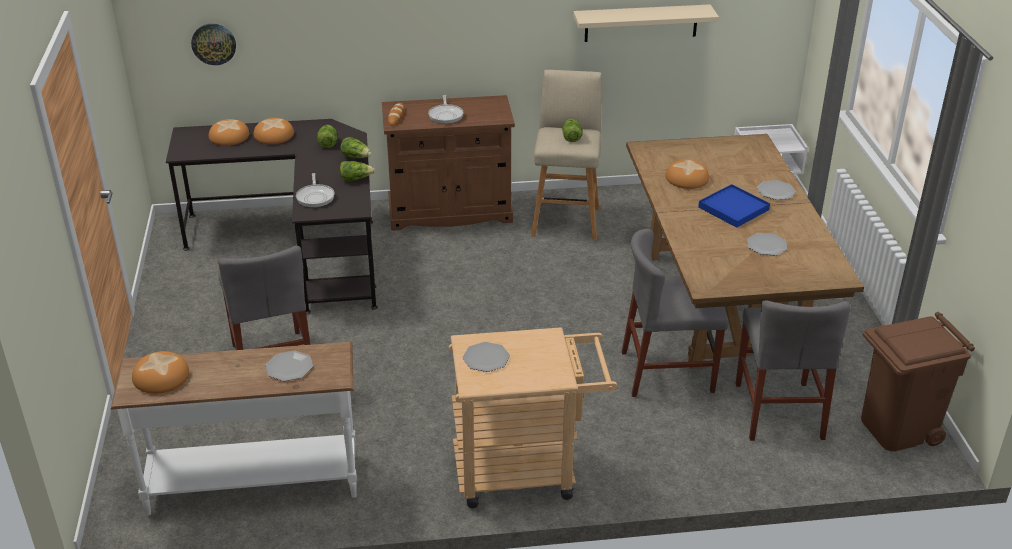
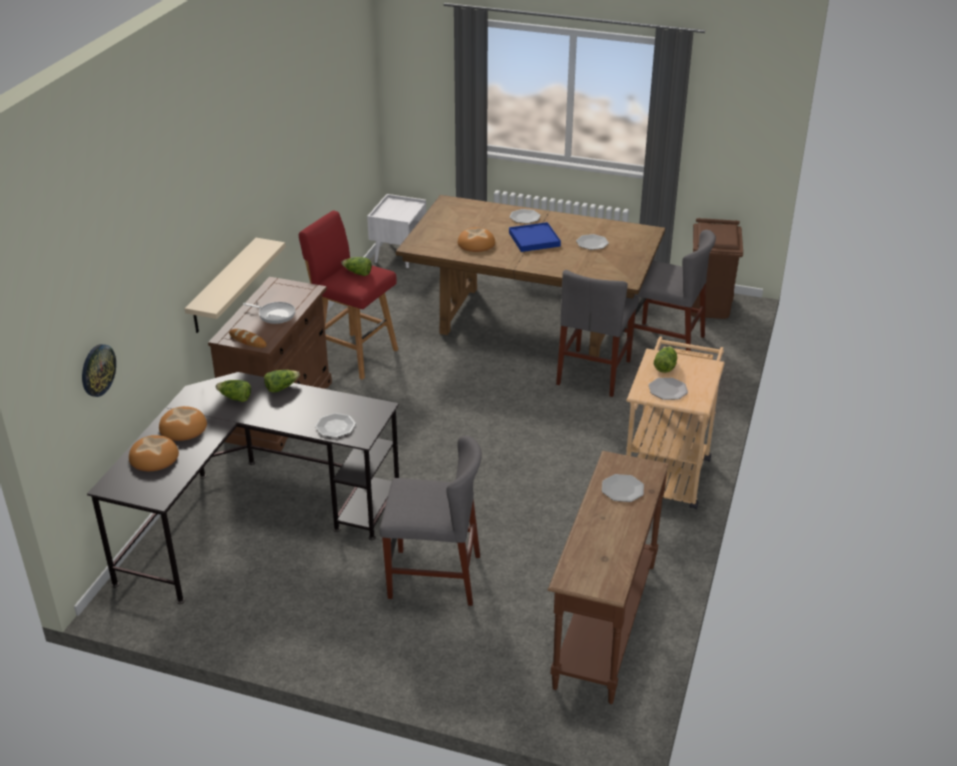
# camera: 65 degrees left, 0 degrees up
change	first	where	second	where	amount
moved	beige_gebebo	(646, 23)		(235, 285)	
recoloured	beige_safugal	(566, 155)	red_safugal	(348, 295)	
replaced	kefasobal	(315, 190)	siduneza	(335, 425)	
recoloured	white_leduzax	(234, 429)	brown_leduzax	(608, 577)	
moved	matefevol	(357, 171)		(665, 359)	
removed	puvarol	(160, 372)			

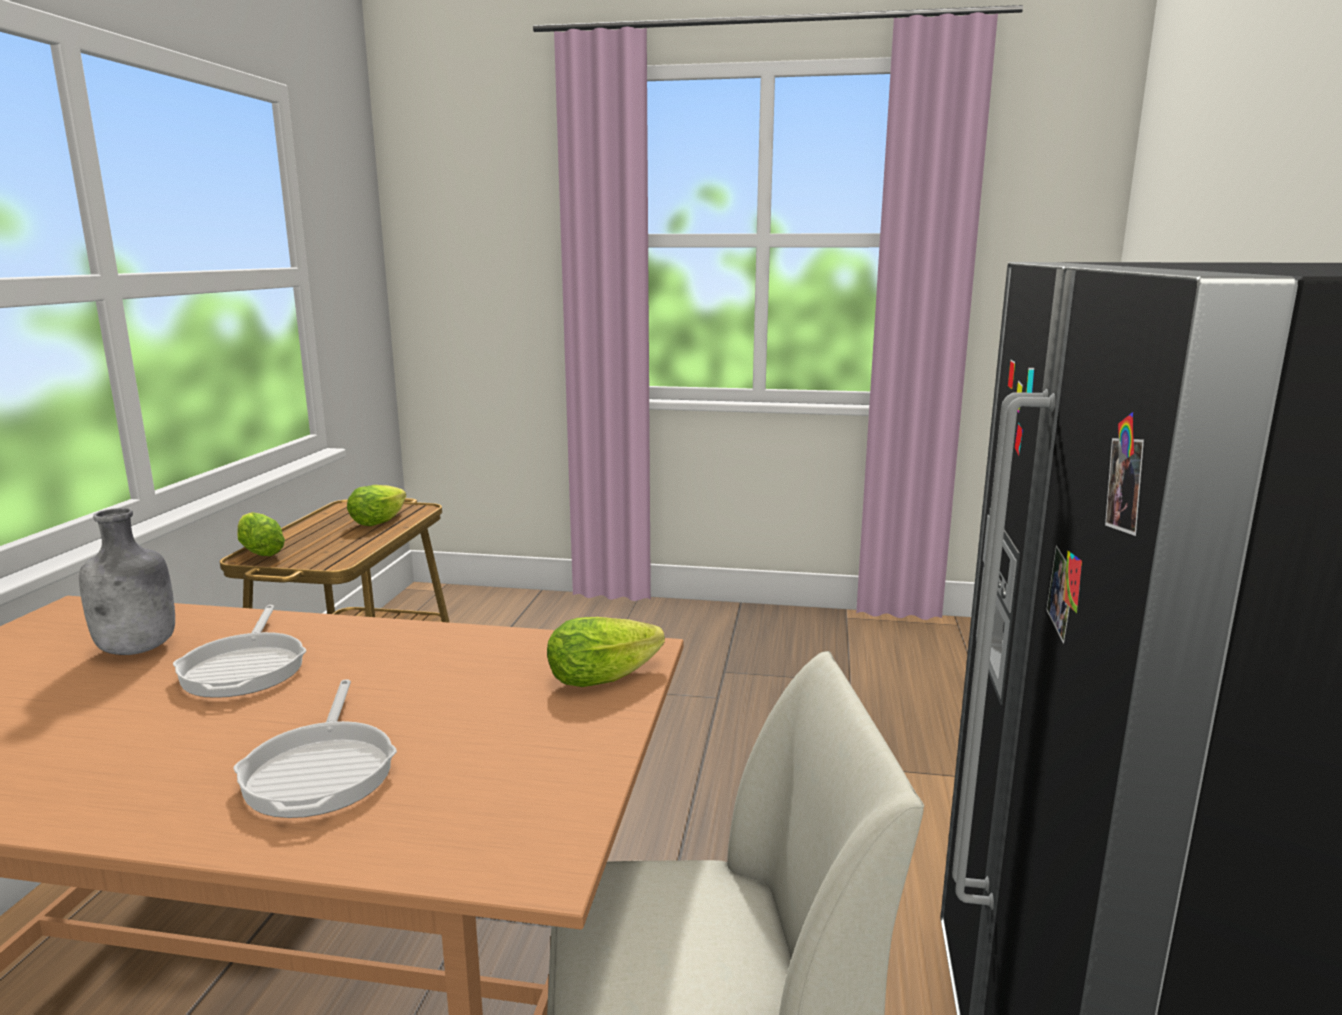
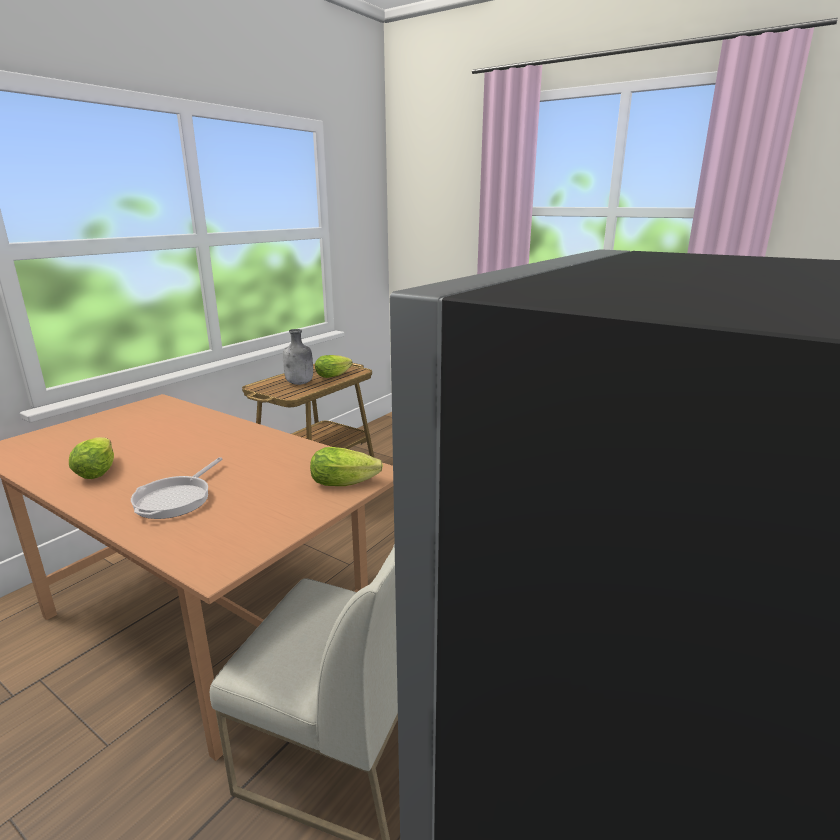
# camera: 25 degrees right, 5 degrees up
change	first	where	second	where	amount
moved	matefevol	(261, 534)		(91, 458)	
moved	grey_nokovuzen	(127, 581)		(298, 357)	
removed	kefasobal	(239, 651)			

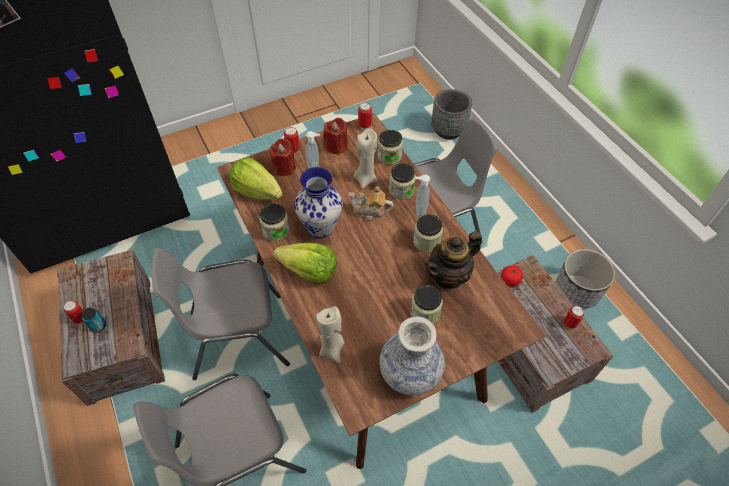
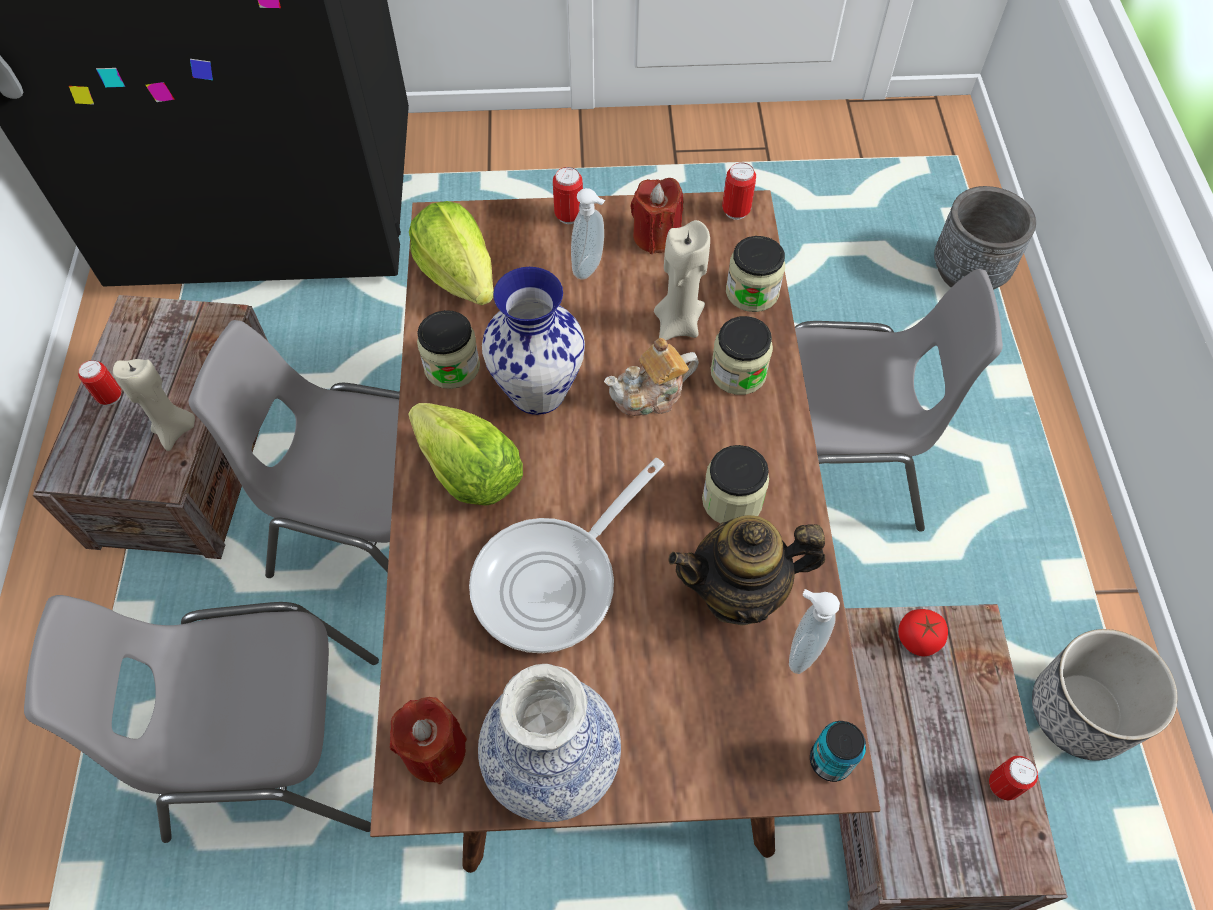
# camera: 25 degrees right, 5 degrees up
change	first	where	second	where	amount
moved	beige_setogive	(330, 335)		(154, 405)	
moved	red_setogive	(282, 157)		(428, 740)	
added			kefasobal	(566, 555)	
turned	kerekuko	(371, 204)		(651, 377)	60 degrees counterclockwise
moved	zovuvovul	(422, 196)		(814, 631)	
moved	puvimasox	(94, 320)		(838, 751)	
removed	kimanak	(426, 304)			

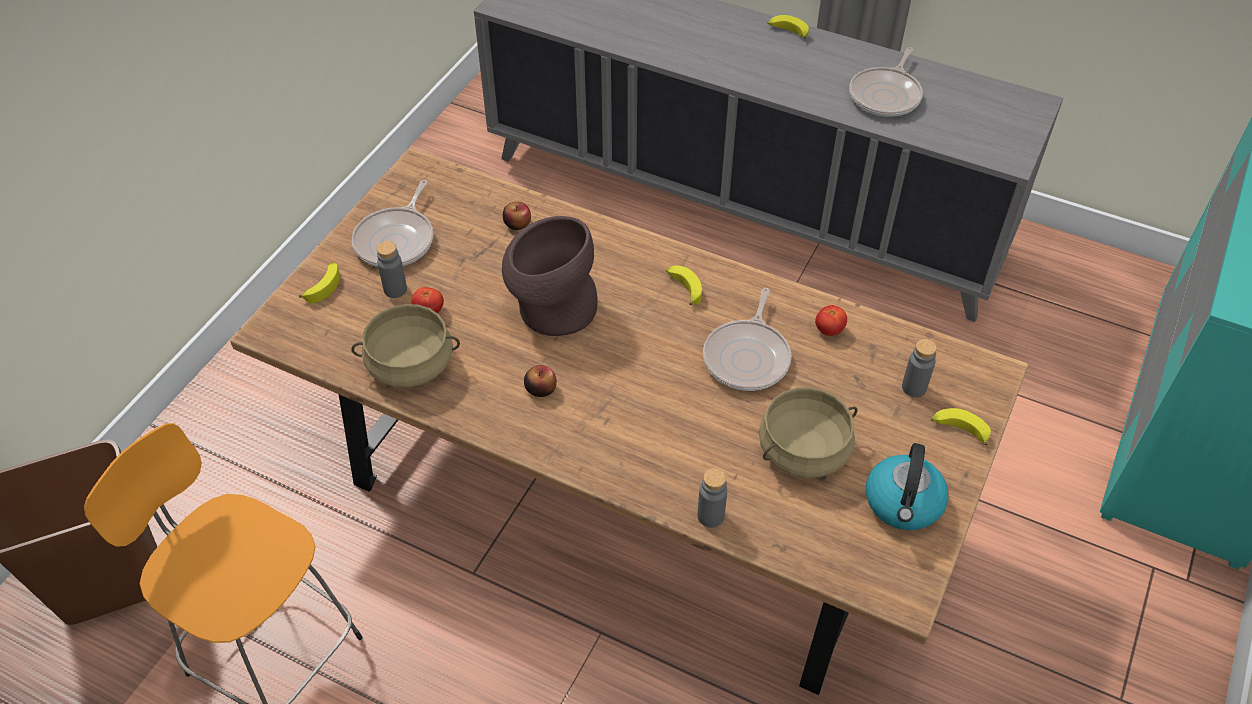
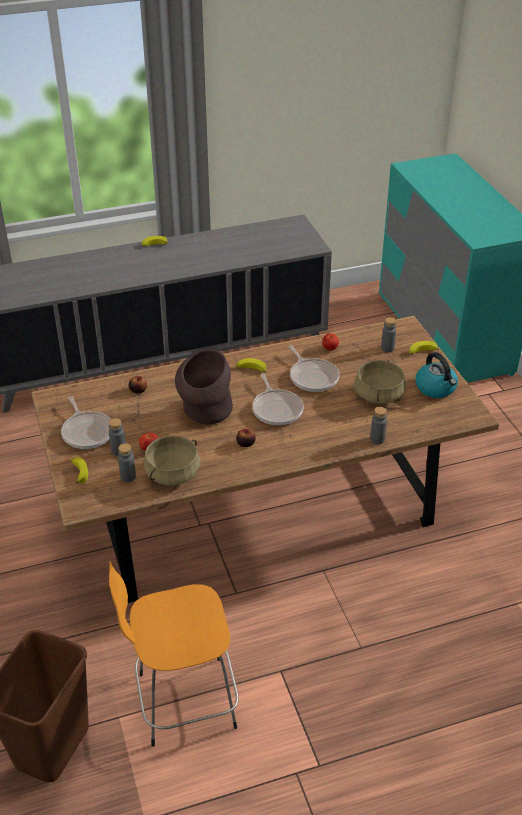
# camera: 45 degrees left, 10 degrees down
change	first	where	second	where	amount
added			grey_nokovuzen	(127, 462)	
moved	kefasobal	(886, 82)		(278, 399)	

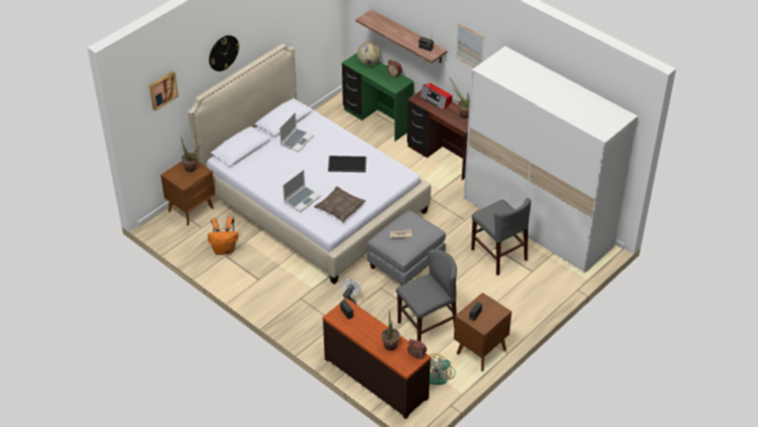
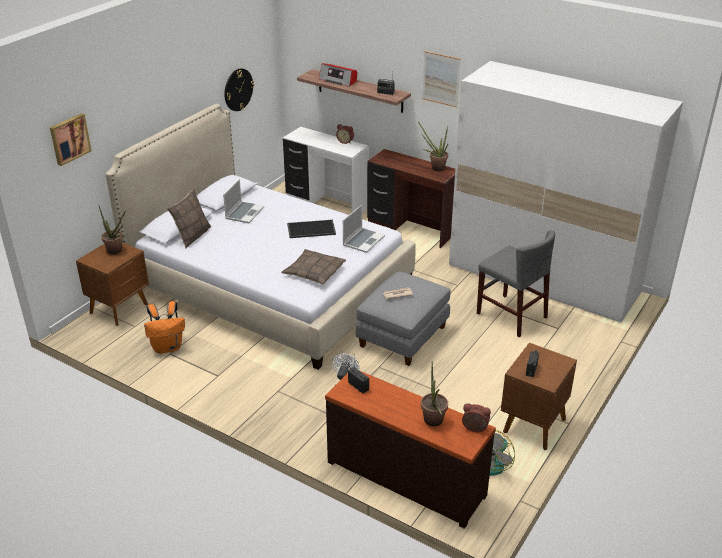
# camera: 10 degrees left, 10 degrees down
change	first	where	second	where	amount
added			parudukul	(189, 218)	
moved	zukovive	(224, 53)		(239, 89)	
recoloured	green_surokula	(378, 96)	white_surokula	(326, 170)	
moved	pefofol	(436, 96)		(338, 75)	
moved	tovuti	(302, 190)		(364, 229)	
removed	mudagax	(369, 53)			
removed	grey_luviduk	(426, 295)			

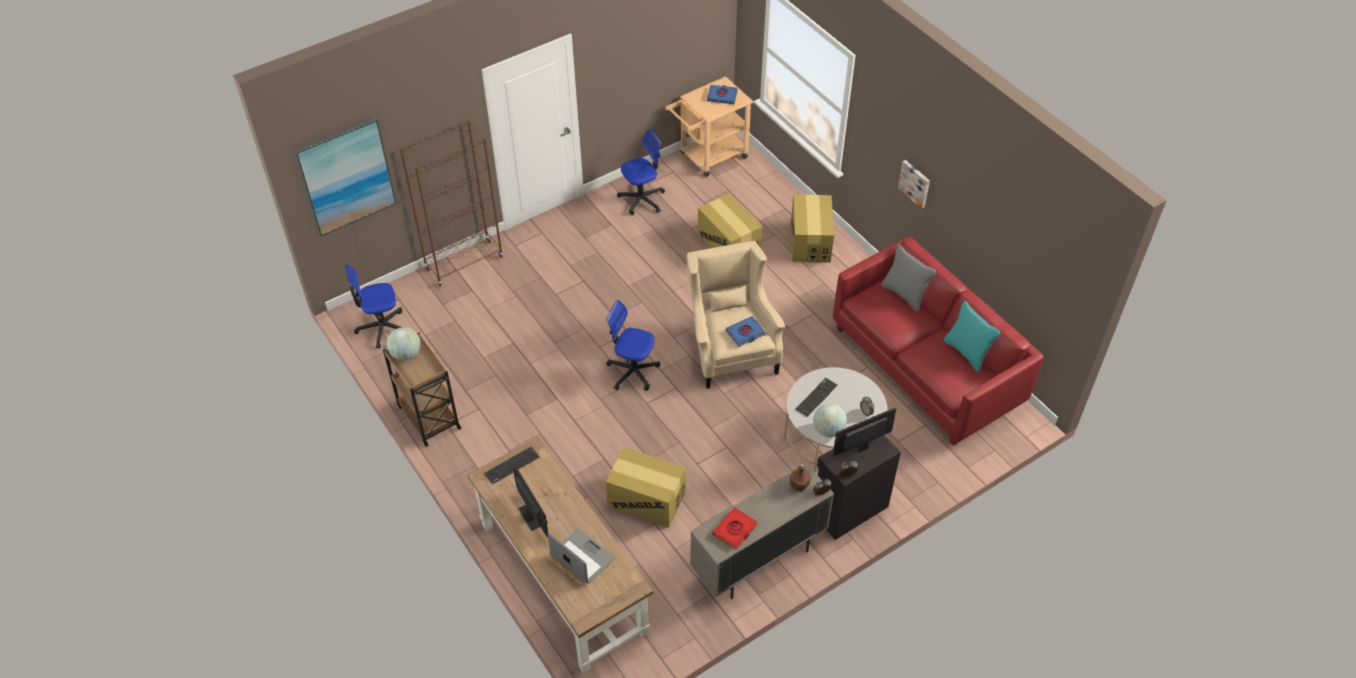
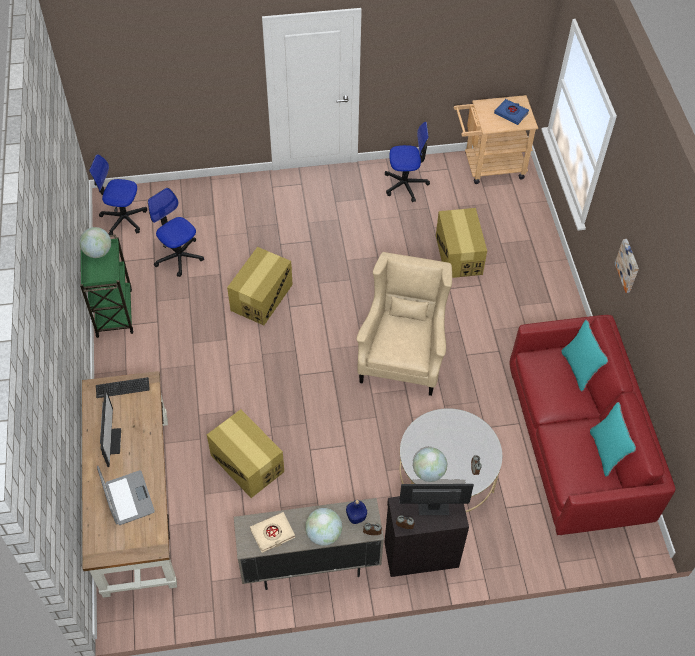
# camera: 25 degrees right, 5 degrees up
change	first	where	second	where	amount
recoloured	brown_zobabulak	(422, 390)	green_zobabulak	(107, 286)	
moved	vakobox	(633, 345)		(176, 232)	
moved	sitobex	(812, 228)		(260, 286)	
recoloured	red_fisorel	(735, 528)	beige_fisorel	(272, 532)	
added			mudagax	(323, 527)	
recoloured	brown_nokovuzen	(800, 478)	blue_nokovuzen	(356, 512)	
recoloured	grey_parudukul	(908, 278)	turquoise_parudukul	(584, 355)	
removed	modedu	(345, 177)			
removed	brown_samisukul	(451, 203)			
removed	blue_fisorel	(745, 331)			
removed	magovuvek	(817, 397)			

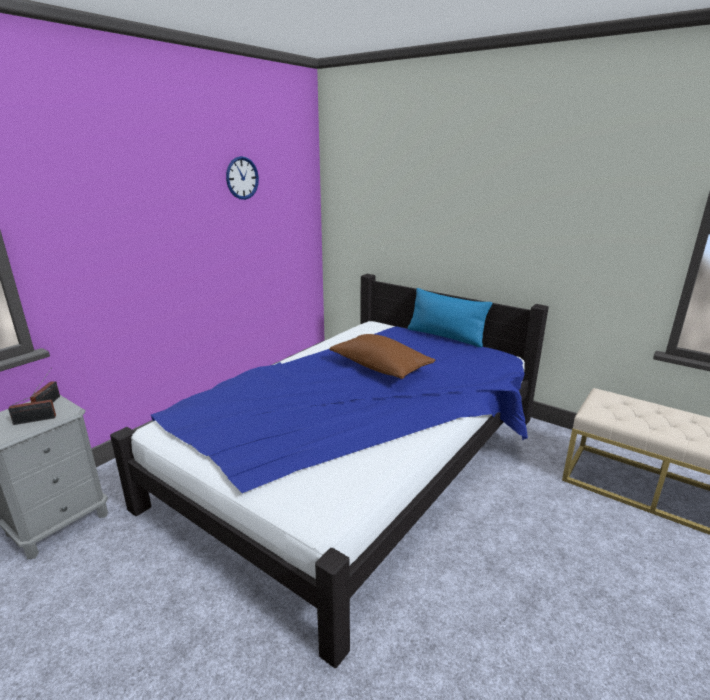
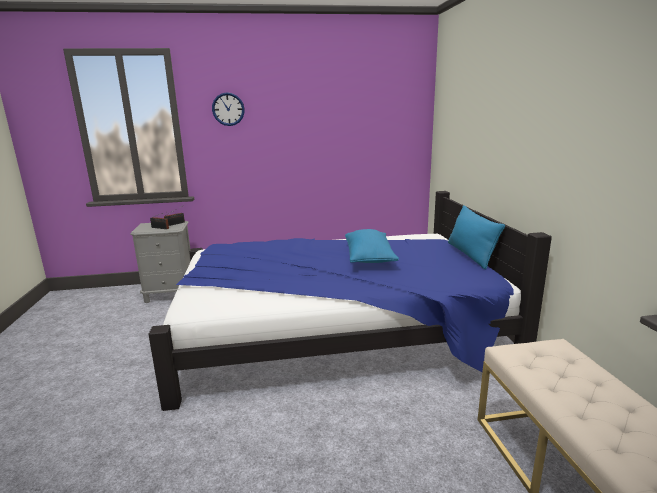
# camera: 45 degrees right, 5 degrees down
change	first	where	second	where	amount
moved	zukovive	(242, 178)		(228, 109)	
recoloured	brown_parudukul	(382, 356)	blue_parudukul	(372, 246)	

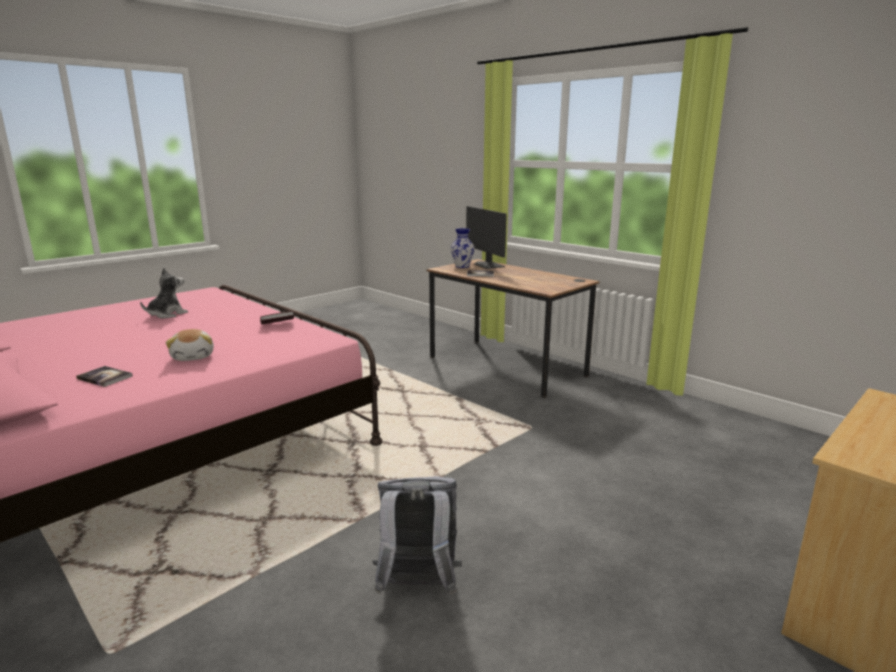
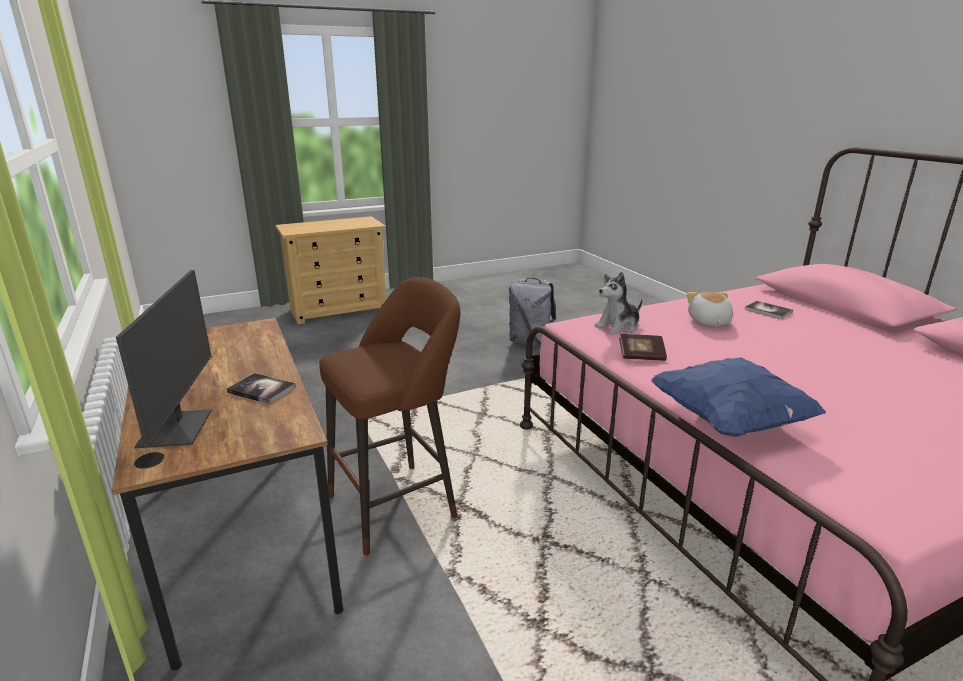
# camera: 160 degrees left, 5 degrees up
change	first	where	second	where	amount
added			brown_safugal	(389, 416)	
moved	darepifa	(164, 293)		(618, 303)	
added			blue_parudukul	(738, 397)	
removed	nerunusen	(462, 248)			

